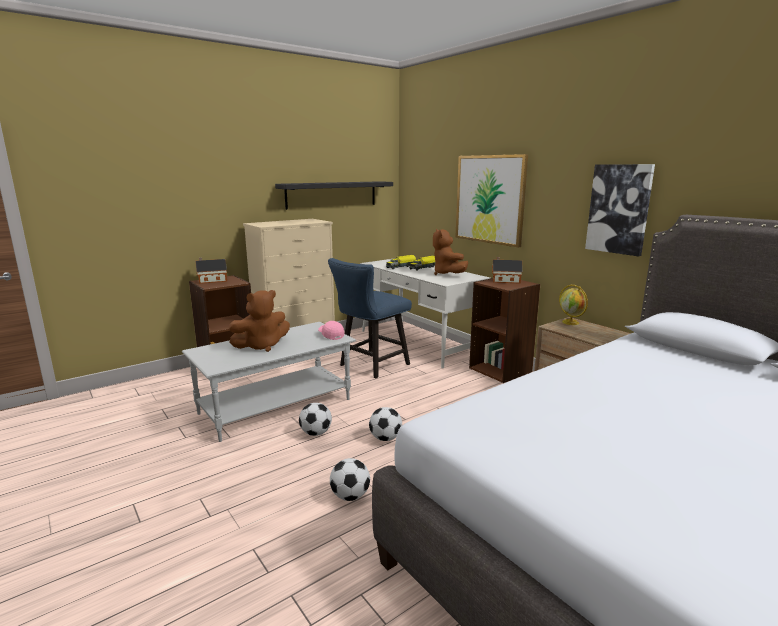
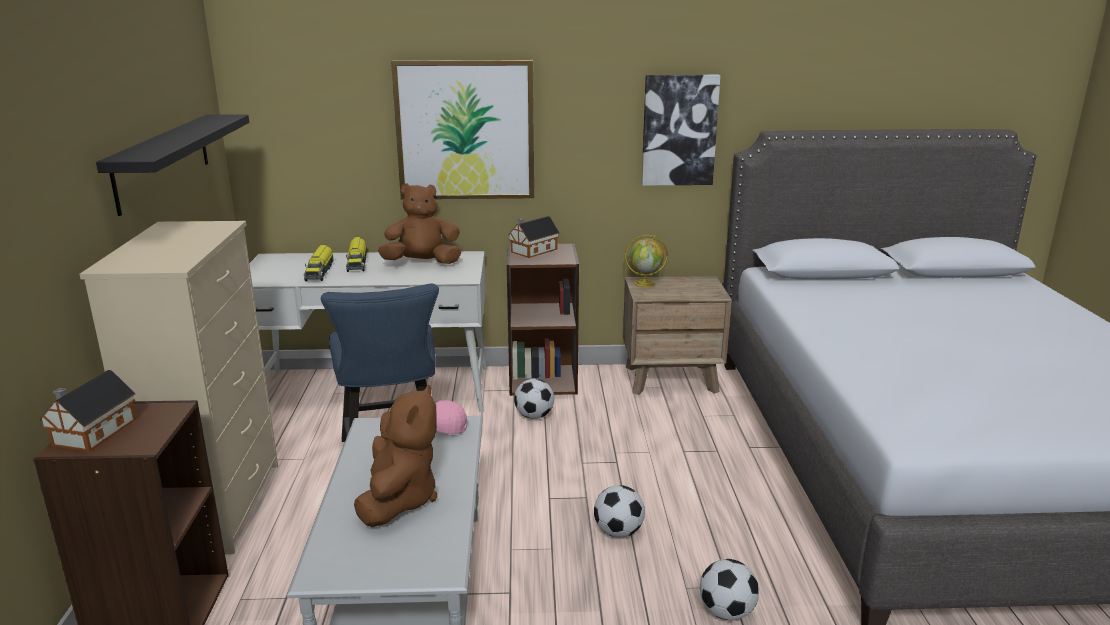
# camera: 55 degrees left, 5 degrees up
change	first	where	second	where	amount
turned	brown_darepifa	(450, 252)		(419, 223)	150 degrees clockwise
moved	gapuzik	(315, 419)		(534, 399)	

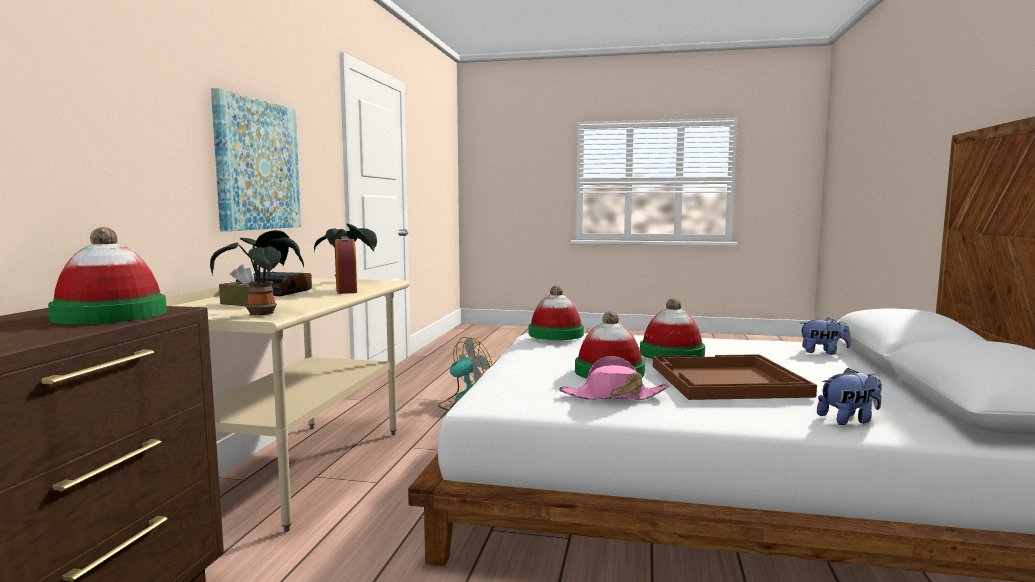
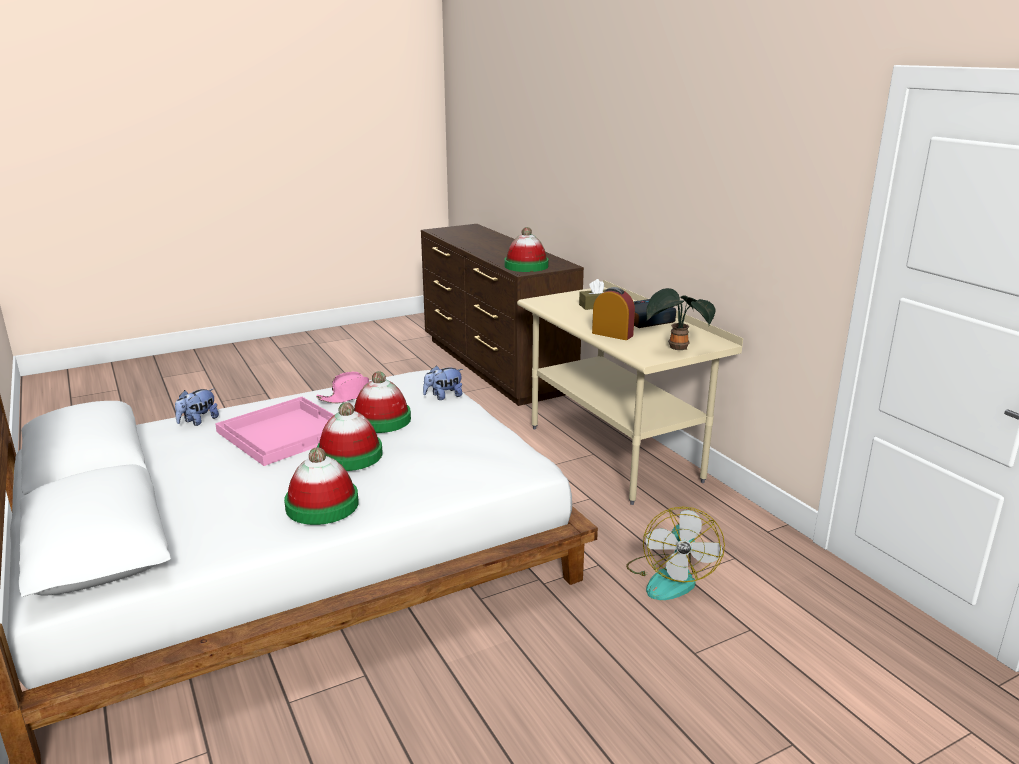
# camera: 140 degrees right, 15 degrees up
change	first	where	second	where	amount
recoloured	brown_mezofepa	(735, 377)	pink_mezofepa	(274, 431)	
moved	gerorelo	(556, 313)		(321, 486)	
moved	darepifa	(825, 336)		(443, 383)	
removed	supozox	(257, 273)			
removed	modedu	(256, 159)			

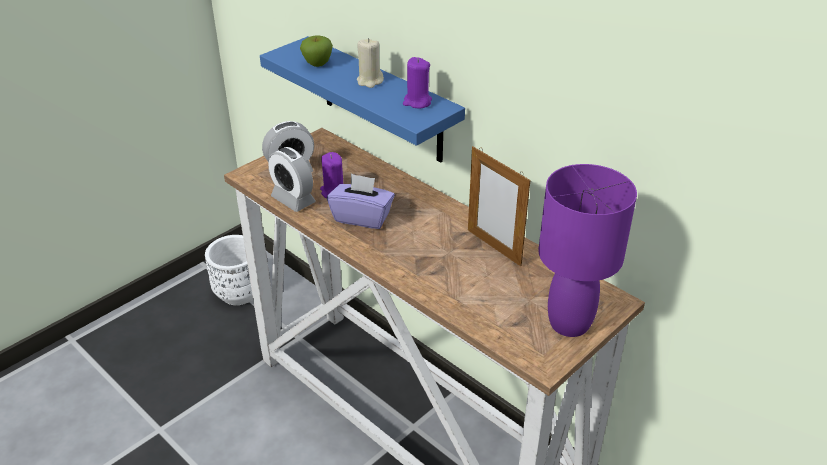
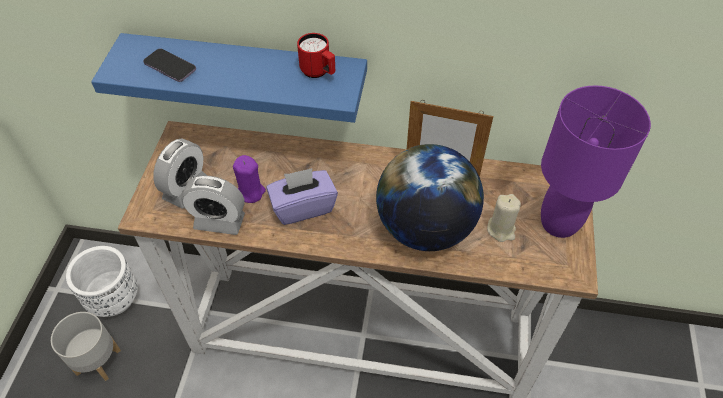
# camera: 35 degrees left, 15 degrees up
change	first	where	second	where	amount
added			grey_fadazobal	(86, 346)	
replaced	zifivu	(316, 51)	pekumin	(169, 65)	
replaced	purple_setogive	(417, 82)	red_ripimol	(316, 55)	
added			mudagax	(430, 197)	
moved	beige_setogive	(370, 63)		(504, 218)	

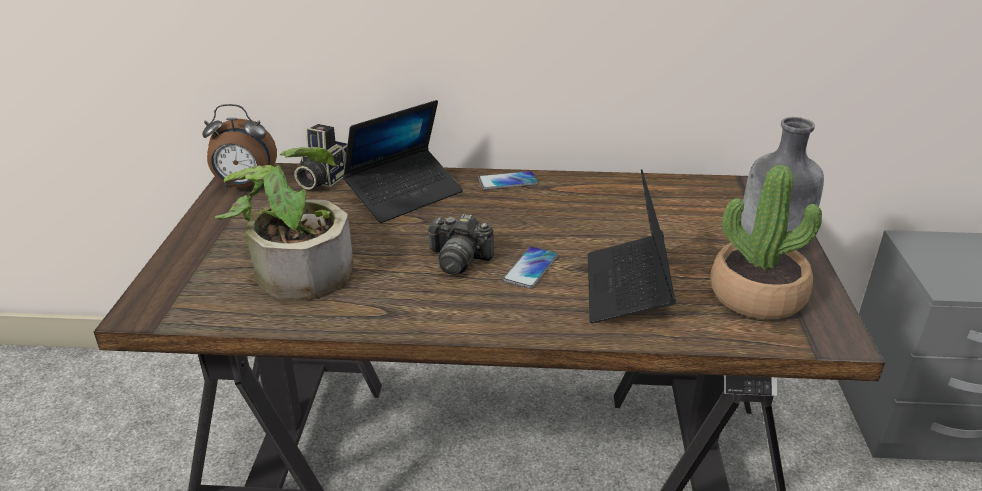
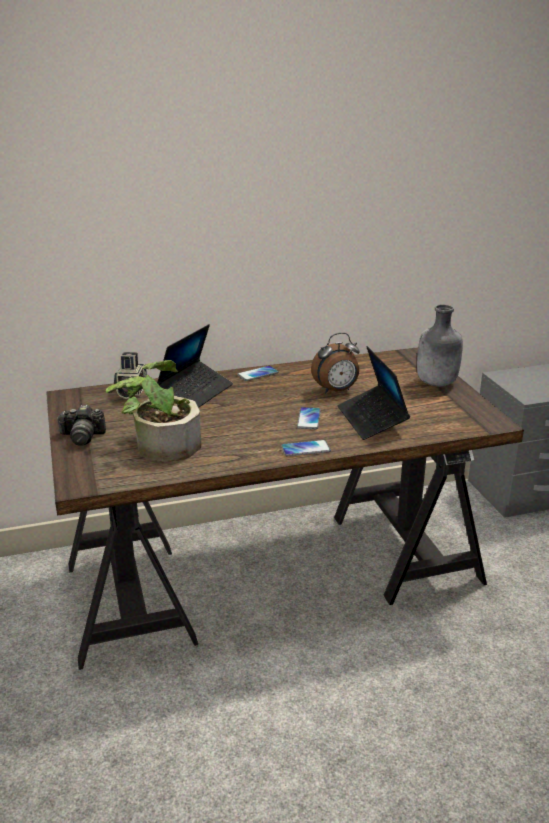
# camera: 20 degrees left, 5 degrees down
change	first	where	second	where	amount
moved	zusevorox	(460, 244)		(81, 425)	
added			pekumin	(306, 448)	
moved	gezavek	(239, 146)		(335, 363)	
removed	supozox	(766, 242)			

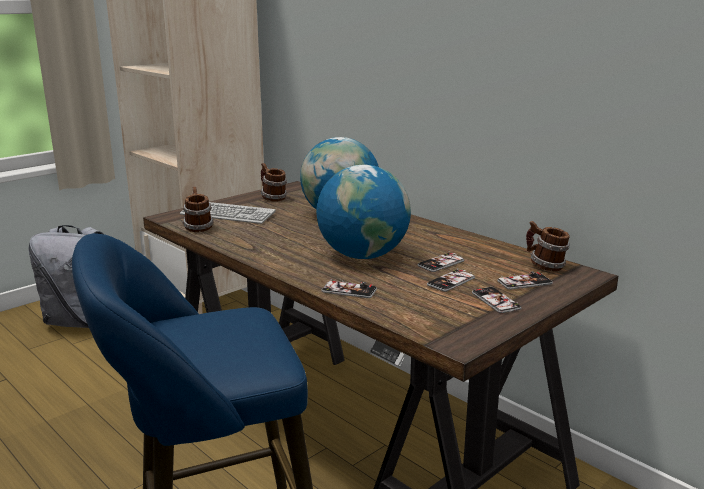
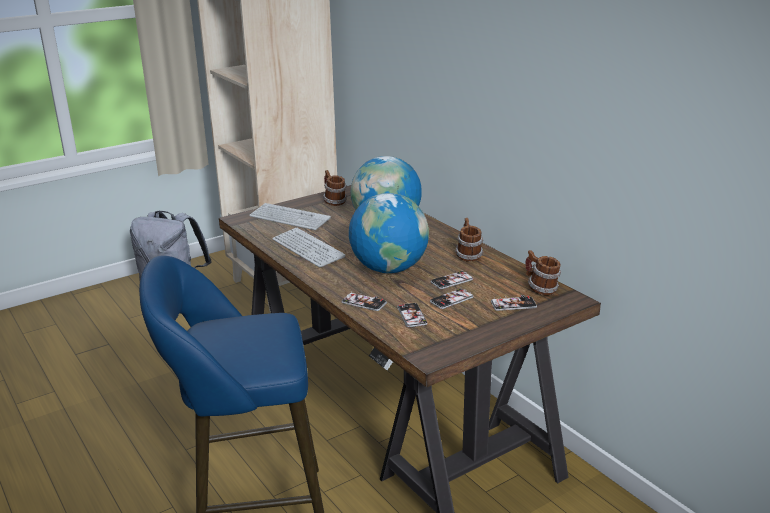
# camera: 10 degrees right, 5 degrees up
change	first	where	second	where	amount
added			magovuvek	(308, 248)	
moved	pekumin	(496, 300)		(412, 315)	
moved	ripimol	(198, 209)		(469, 240)	

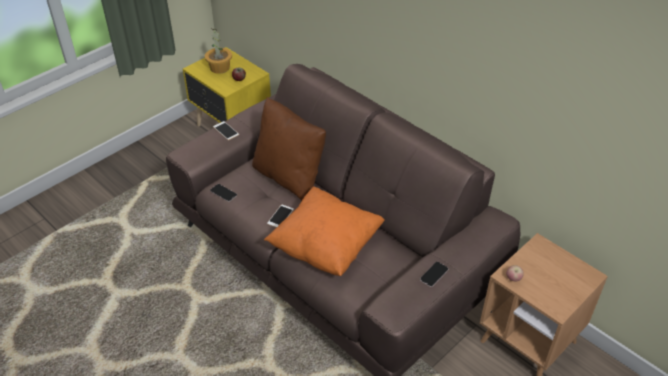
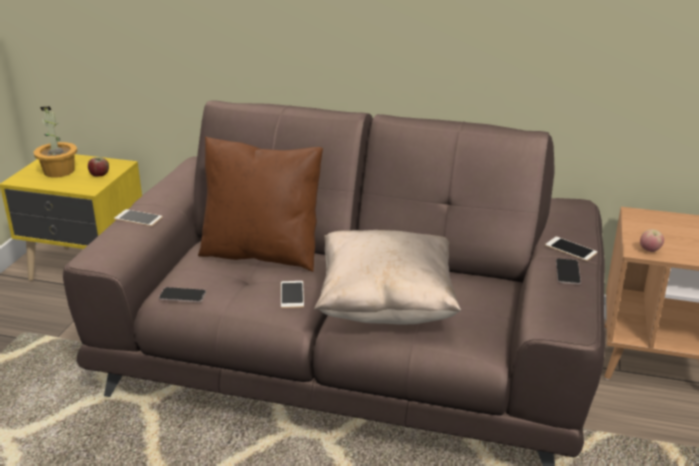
# camera: 30 degrees left, 15 degrees down
change	first	where	second	where	amount
recoloured	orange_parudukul	(324, 231)	beige_parudukul	(388, 277)	
added			pekumin	(571, 249)	

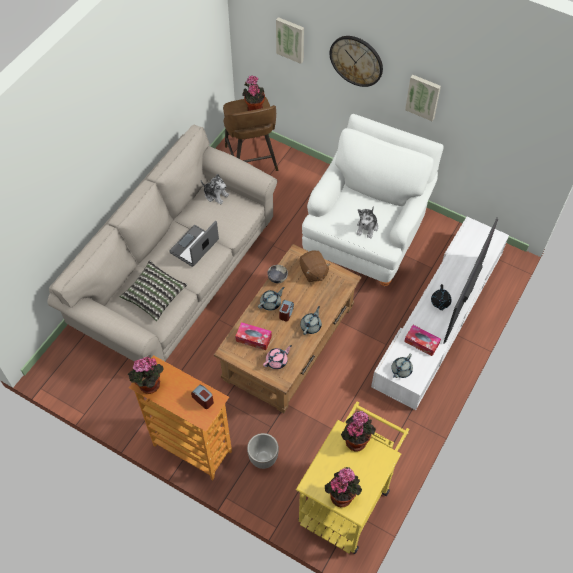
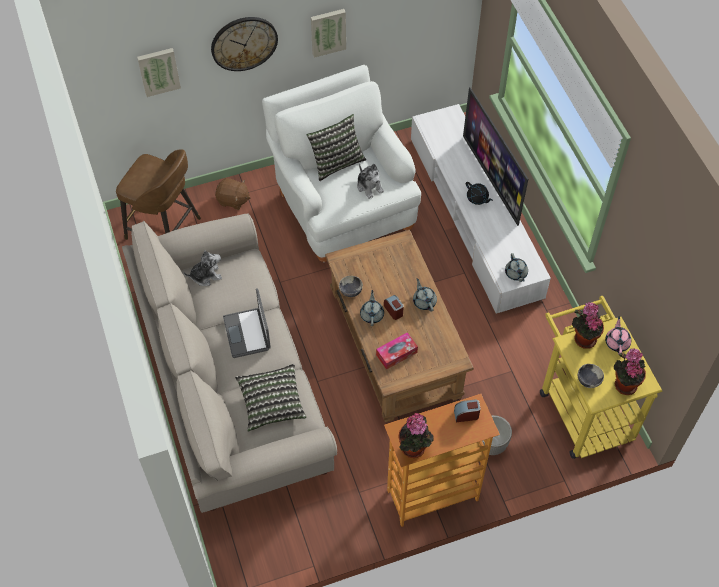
# camera: 50 degrees left, 0 degrees up
change	first	where	second	where	amount
moved	brown_darepifa	(315, 266)		(232, 194)	
added			parudukul	(336, 147)	
added			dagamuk	(591, 376)	
moved	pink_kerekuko	(277, 357)		(618, 335)	
removed	supozox	(253, 93)			
removed	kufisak	(422, 340)			

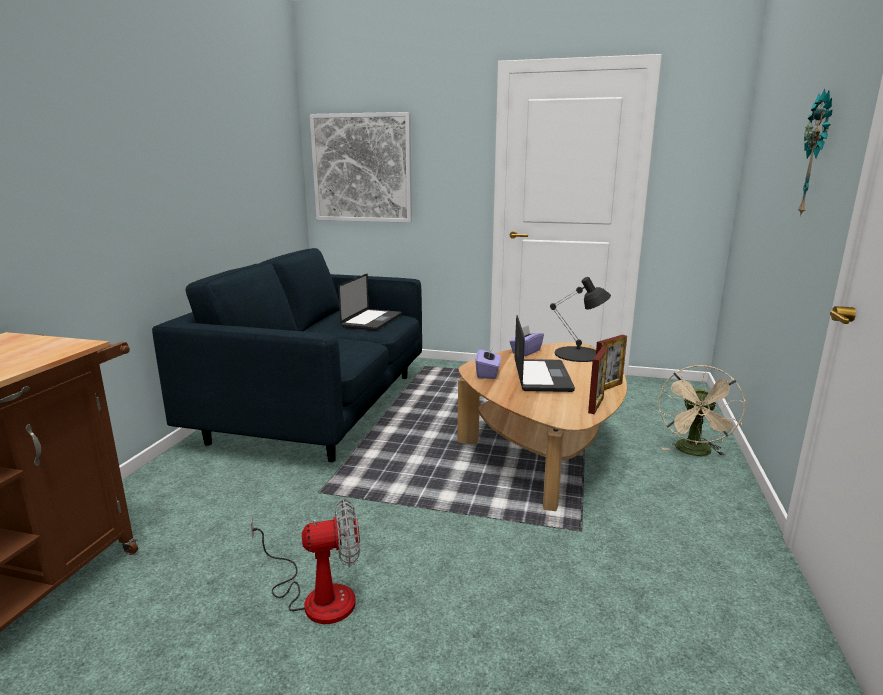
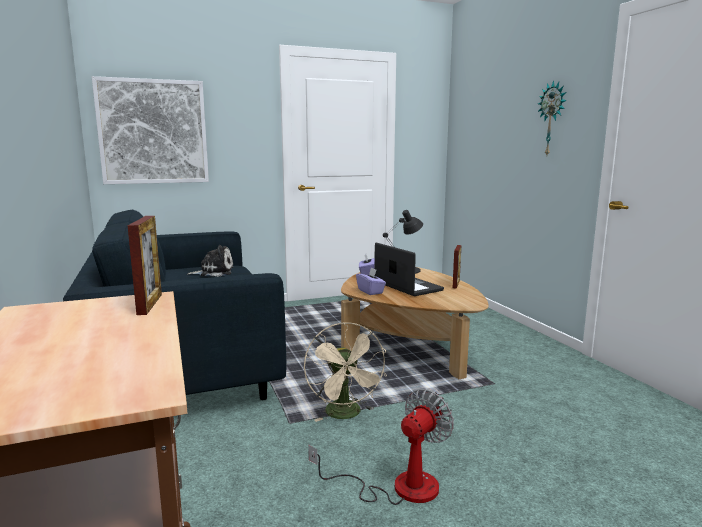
# camera: 35 degrees left, 5 degrees down
change	first	where	second	where	amount
moved	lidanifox	(598, 380)		(145, 265)	
replaced	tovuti	(370, 302)	darepifa	(210, 261)	
moved	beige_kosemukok	(702, 410)		(345, 372)	

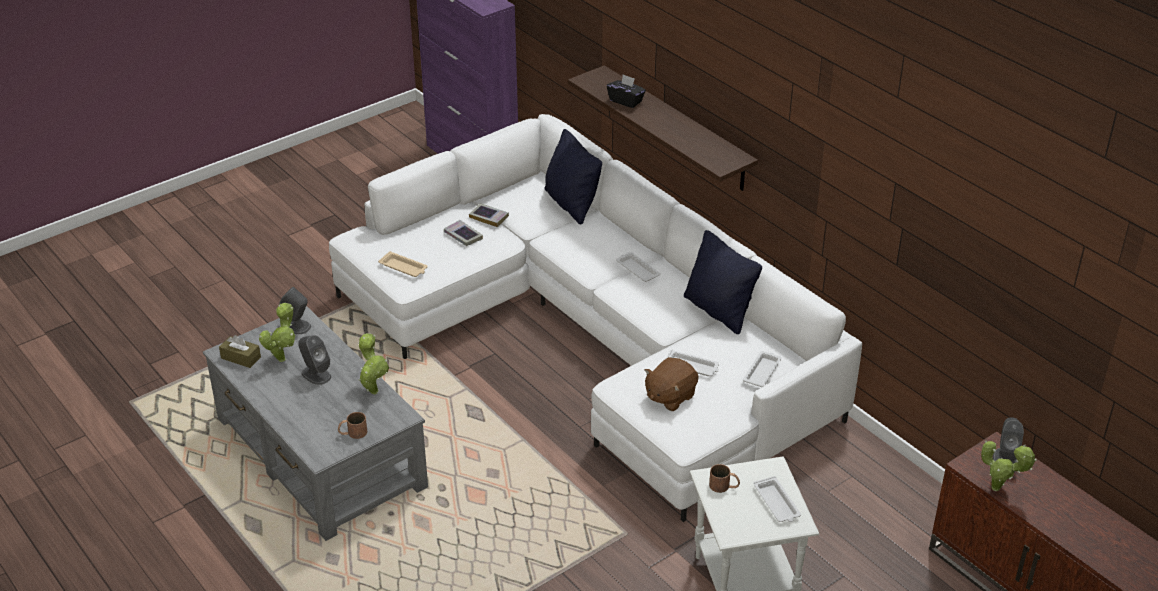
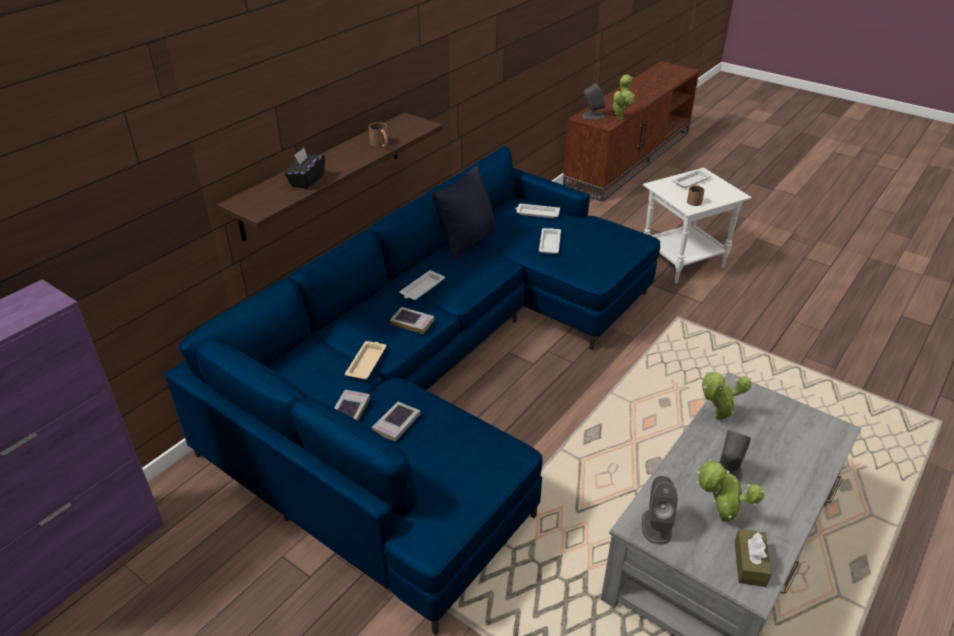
# camera: 105 degrees left, 0 degrees up
change	first	where	second	where	amount
recoloured	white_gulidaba	(595, 318)	blue_gulidaba	(412, 390)	
moved	beige_mezofepa	(403, 264)		(365, 360)	
moved	brown_ripimol	(352, 425)		(378, 134)	
added			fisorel	(412, 320)	
removed	black_parudukul	(573, 177)			
removed	brown_darepifa	(671, 384)			

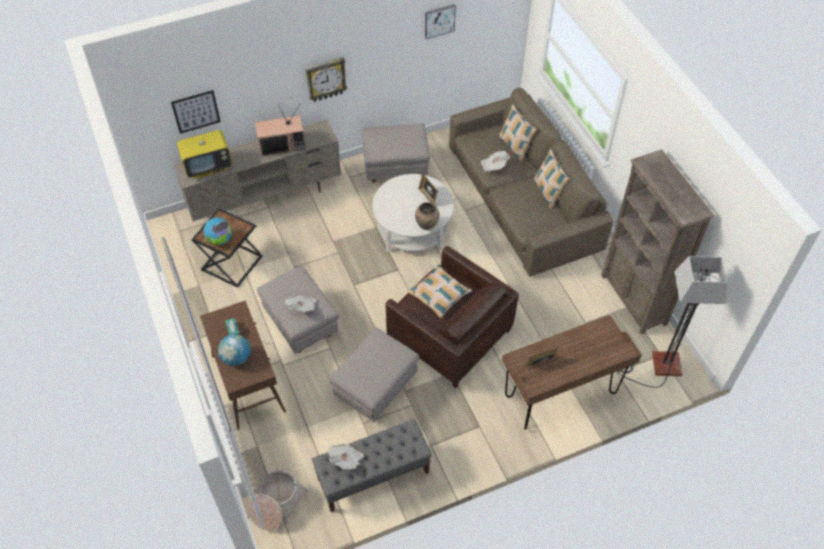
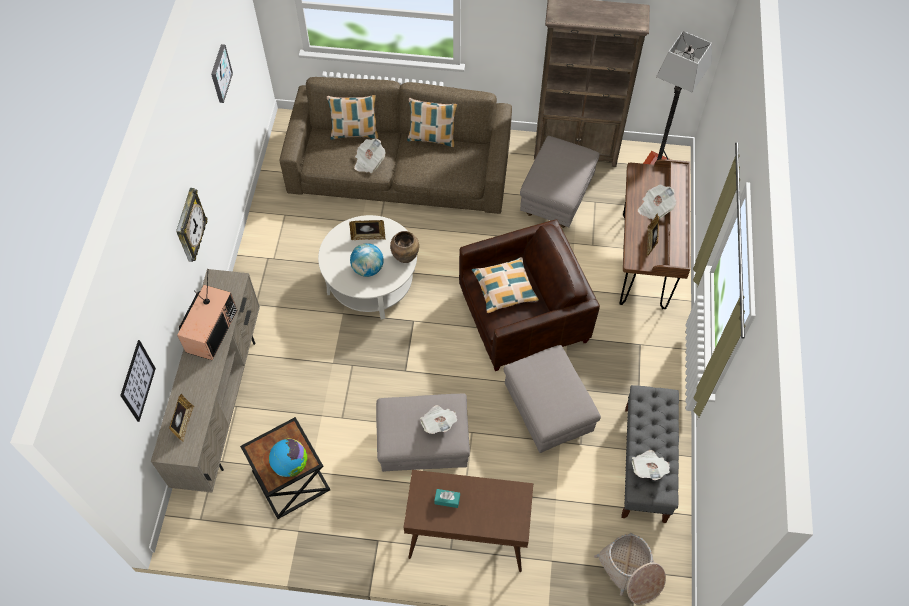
# camera: 60 degrees left, 5 degrees up
change	first	where	second	where	amount
replaced	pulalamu	(204, 152)	lidanifox	(181, 417)	
moved	mudagax	(234, 350)		(367, 260)	
moved	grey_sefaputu	(396, 153)		(560, 182)	
added			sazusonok	(657, 202)	

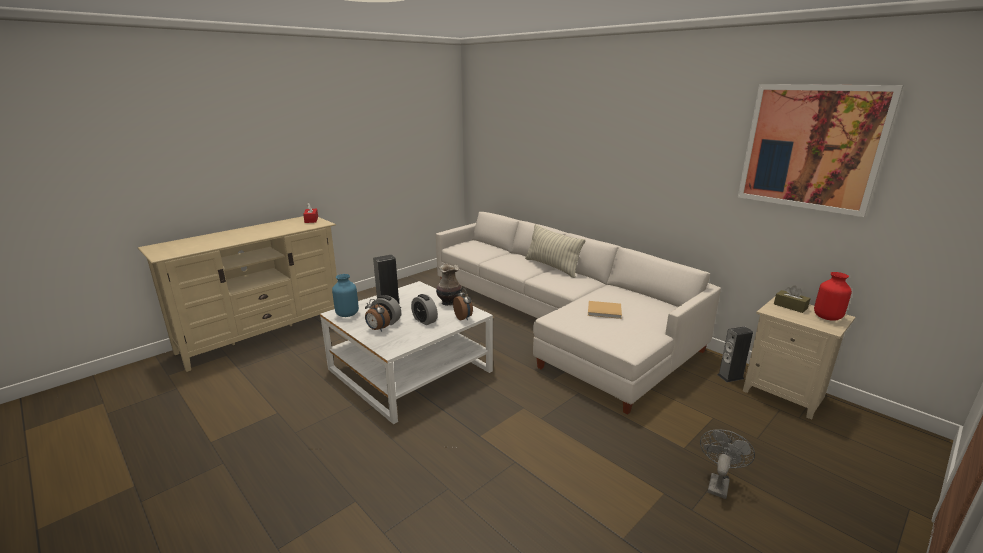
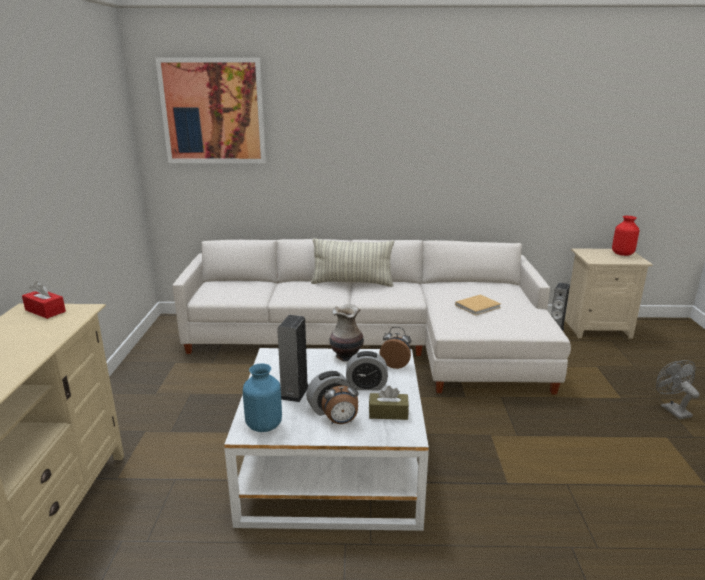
# camera: 45 degrees left, 0 degrees up
change	first	where	second	where	amount
moved	modedu	(821, 150)		(210, 110)	
moved	brown_kufisak	(792, 299)		(389, 403)	

